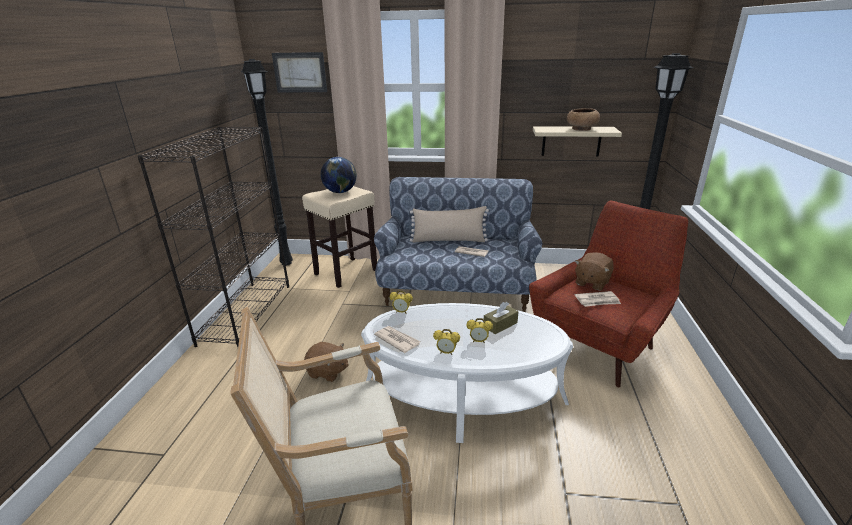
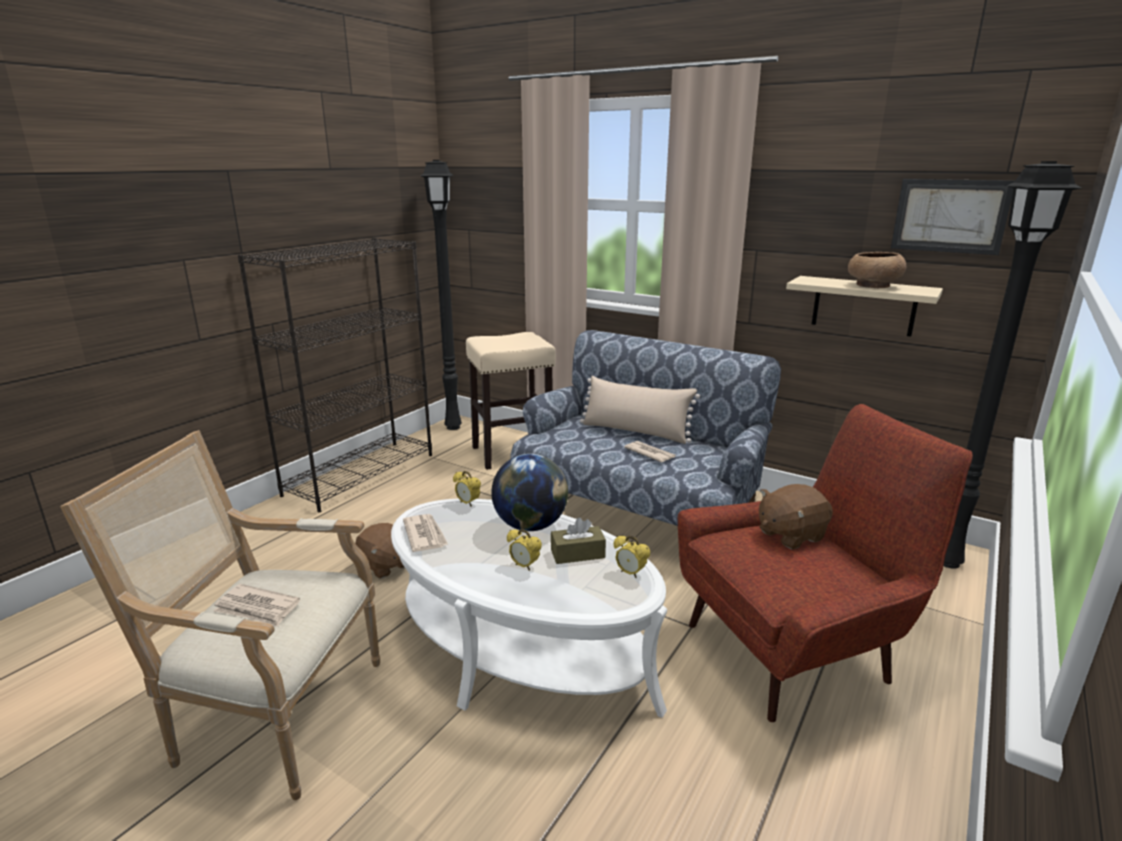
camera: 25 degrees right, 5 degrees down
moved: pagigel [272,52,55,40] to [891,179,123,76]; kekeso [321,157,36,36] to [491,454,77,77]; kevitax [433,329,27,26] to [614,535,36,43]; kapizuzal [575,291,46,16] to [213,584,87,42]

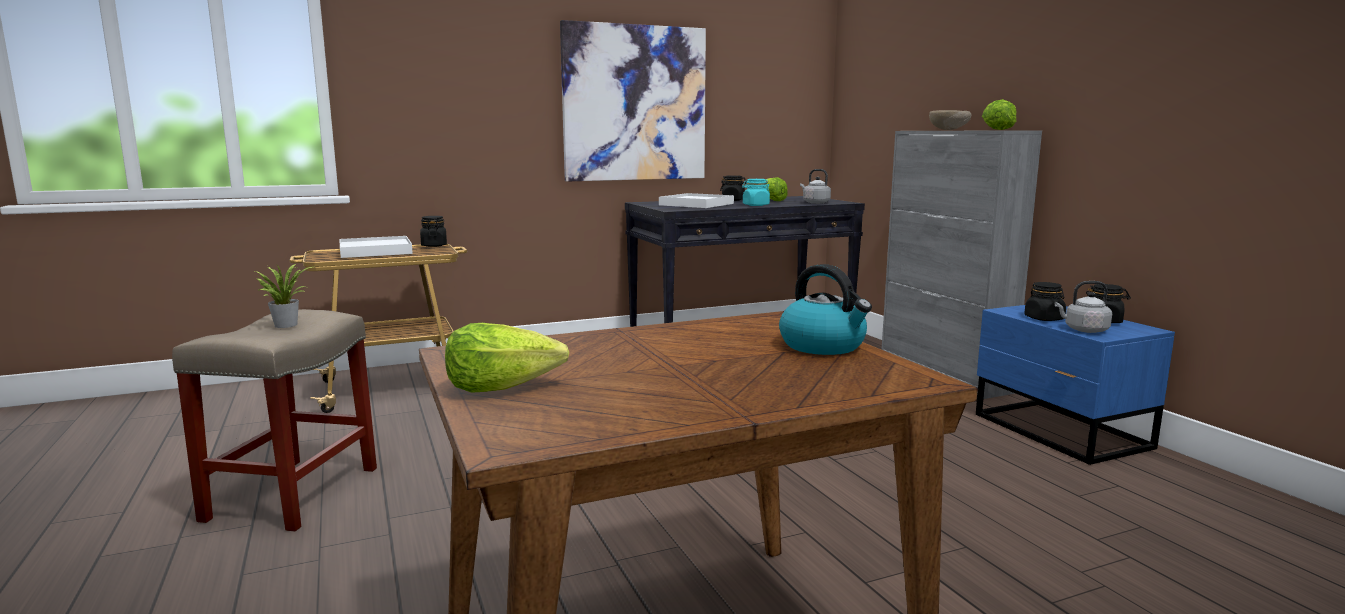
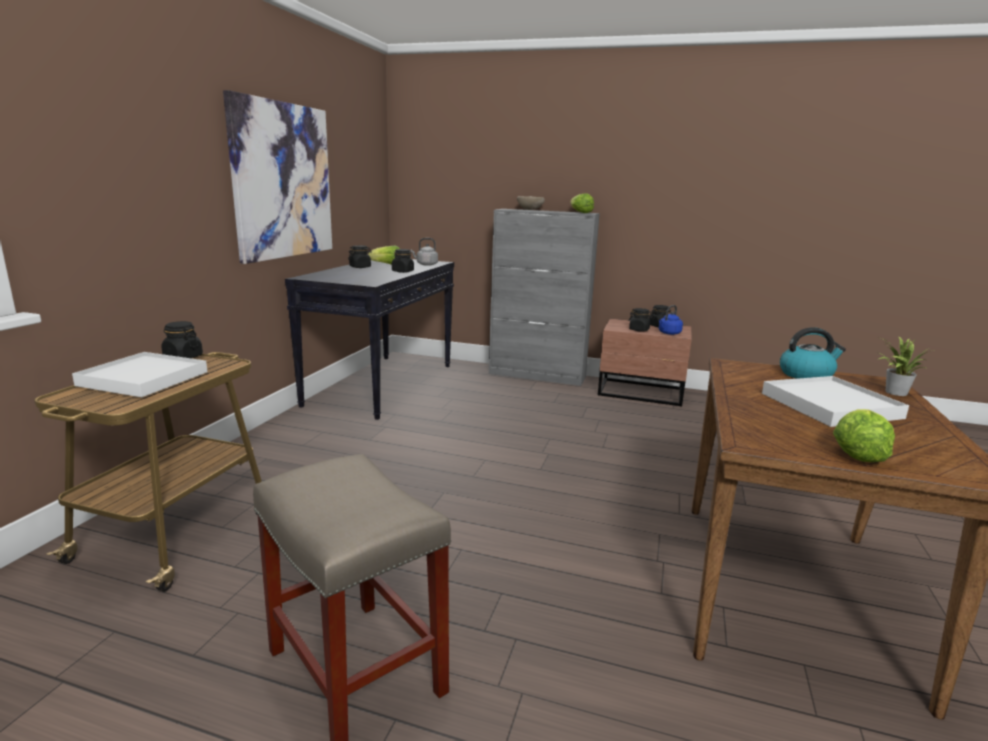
camera: 50 degrees left, 5 degrees up
moved: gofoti [255,264,57,64] to [876,336,60,60]; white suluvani [659,193,75,15] to [762,376,147,51]
recoloured: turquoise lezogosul [742,179,28,27] to black lezogosul [392,249,22,24]; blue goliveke [976,305,199,160] to brown goliveke [598,319,94,87]; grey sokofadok [1055,281,57,52] to blue sokofadok [659,305,24,30]

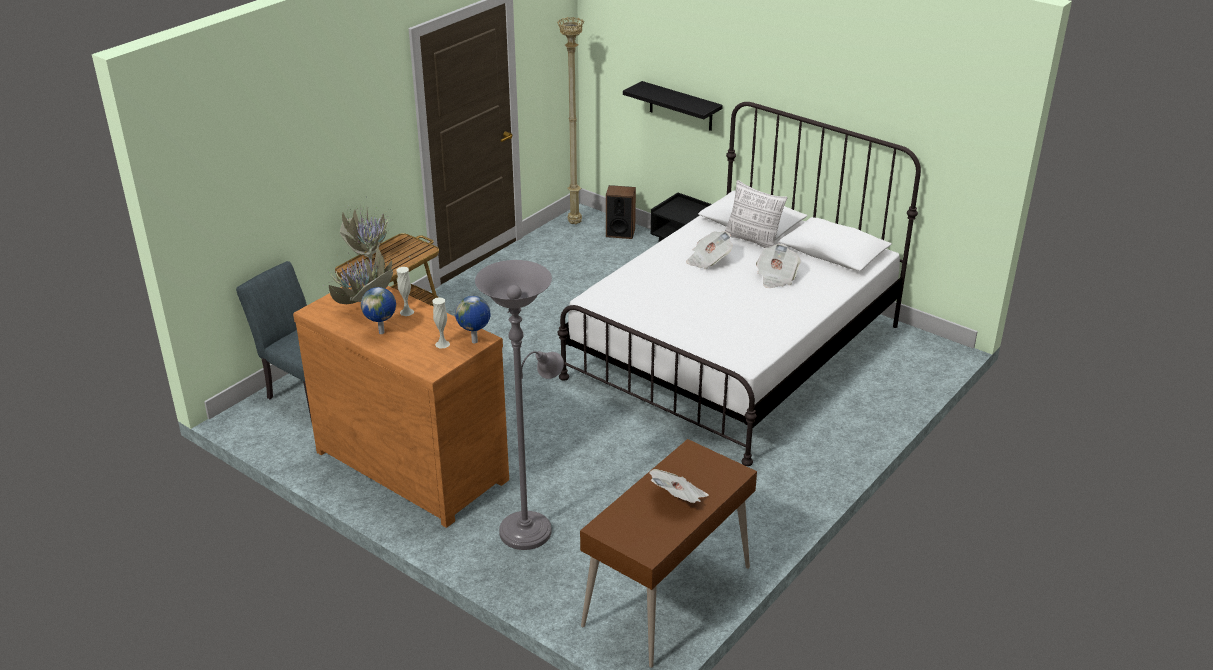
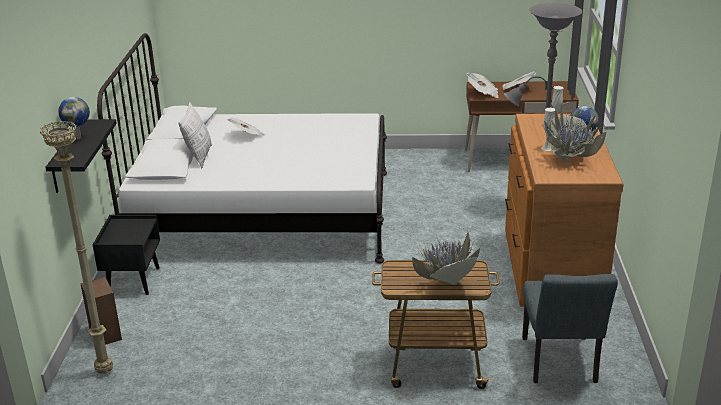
camera: 125 degrees left, 5 degrees down
moved: kekeso [455,296,35,47] to [58,97,32,42]; kapizuzal [686,231,47,38] to [467,73,31,25]

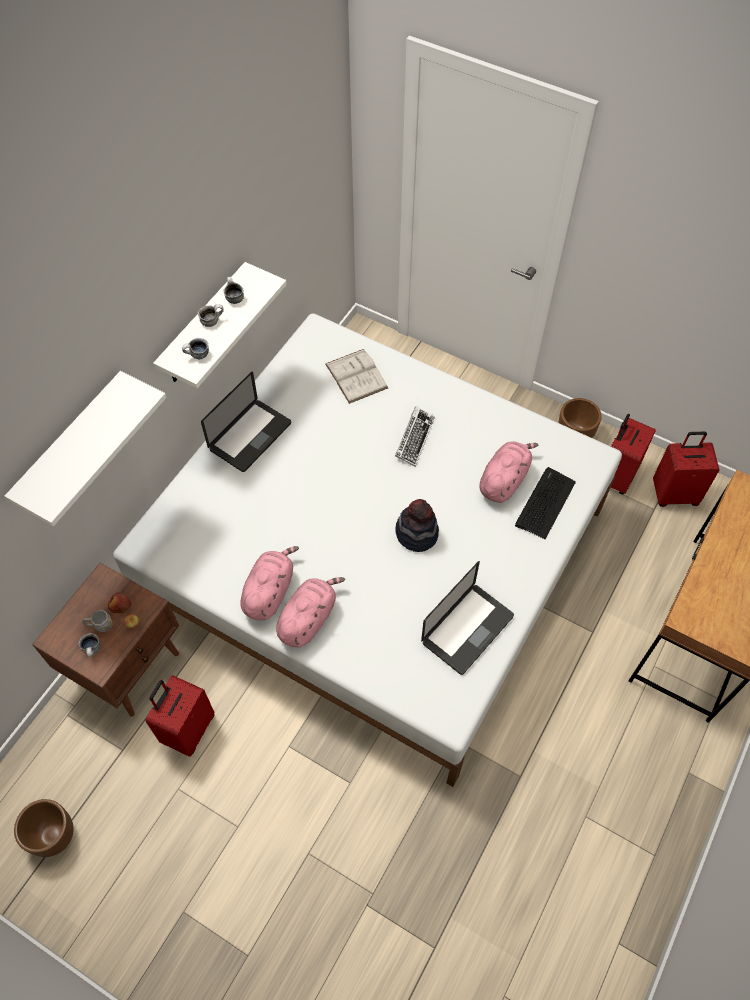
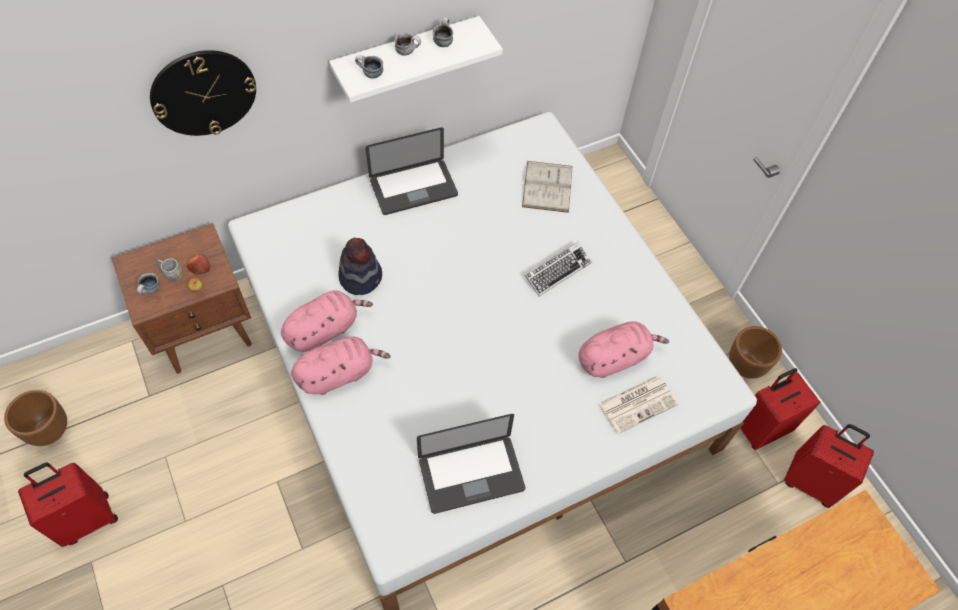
camera: 30 degrees right, 0 degrees up
moved: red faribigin [145,675,70,82] to [18,463,100,84]; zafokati [395,499,44,53] to [338,238,44,57]
replaced: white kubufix [5,371,161,155] to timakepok [150,50,106,86]; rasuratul [515,467,61,72] to kapizuzal [598,375,81,59]

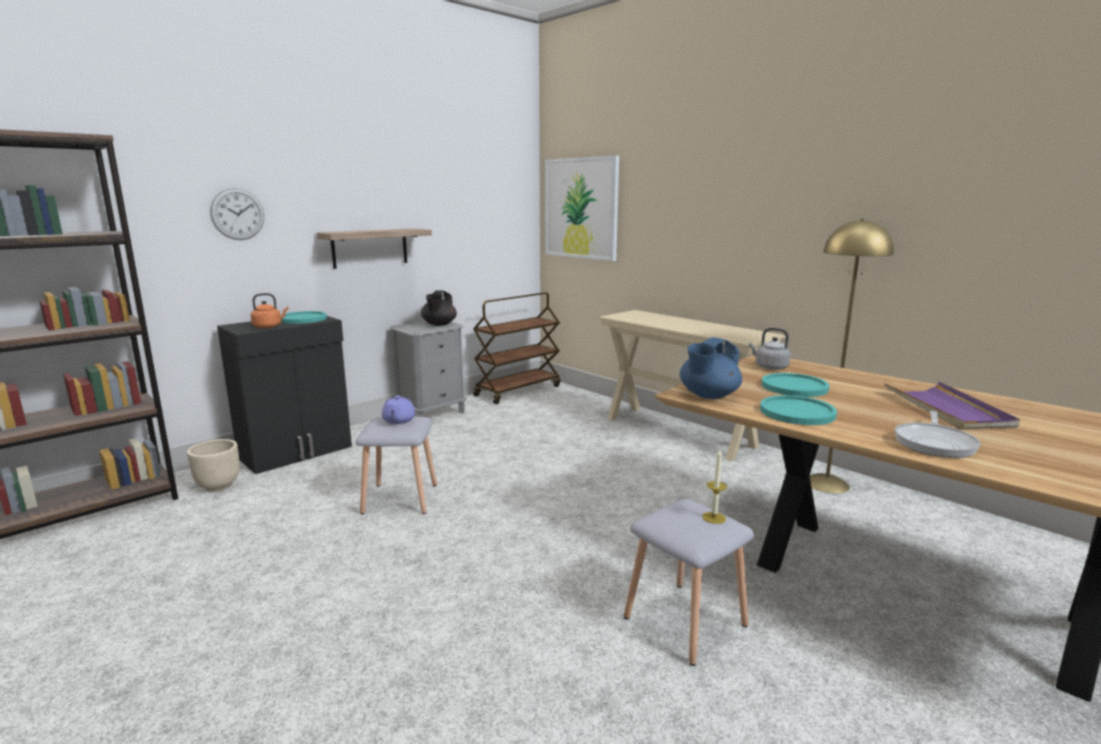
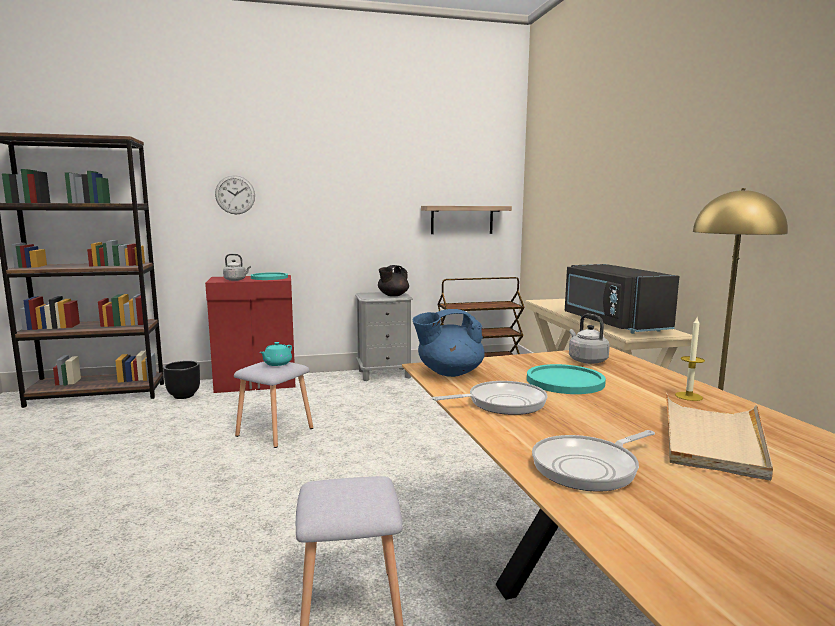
camera: 30 degrees right, 5 degrees down
removed: pagigel [545,156,74,105]
added: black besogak [565,264,114,70]
moved: kubufix [317,228,115,41] to [421,206,91,28]; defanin [702,449,25,75] to [675,318,30,83]
replaced: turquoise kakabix [760,395,77,30] to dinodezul [432,381,115,34]
recoloured: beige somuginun [187,439,53,53] to black somuginun [163,361,37,38]; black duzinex [217,316,135,158] to red duzinex [205,275,90,118]; orange sokofadok [251,293,38,35] to grey sokofadok [223,254,28,27]; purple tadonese [382,395,33,29] to turquoise tadonese [260,342,32,24]; purple suluvani [884,382,136,48] to beige suluvani [666,393,107,88]

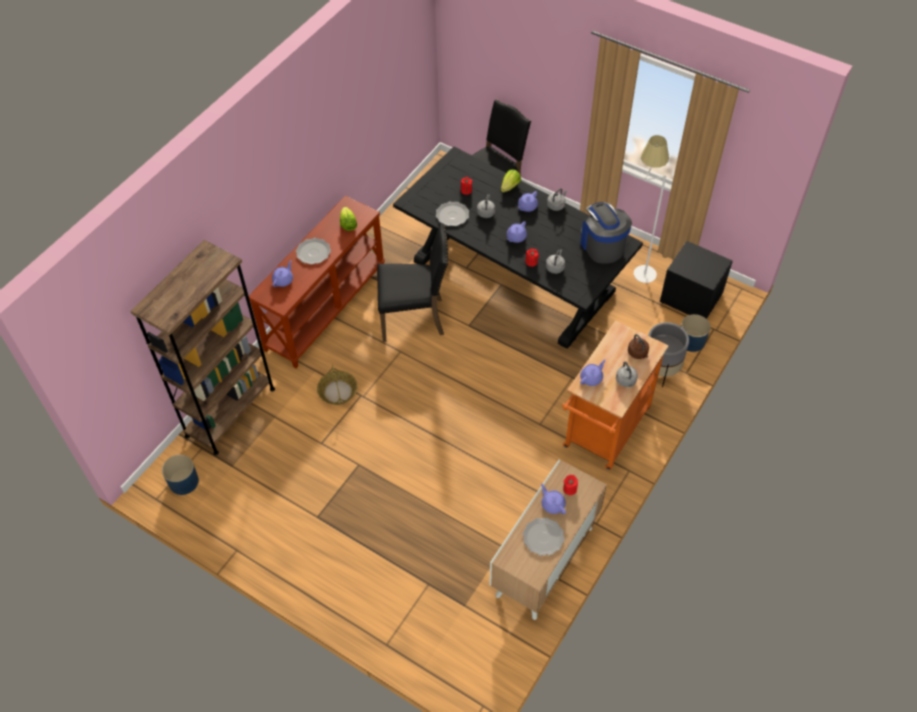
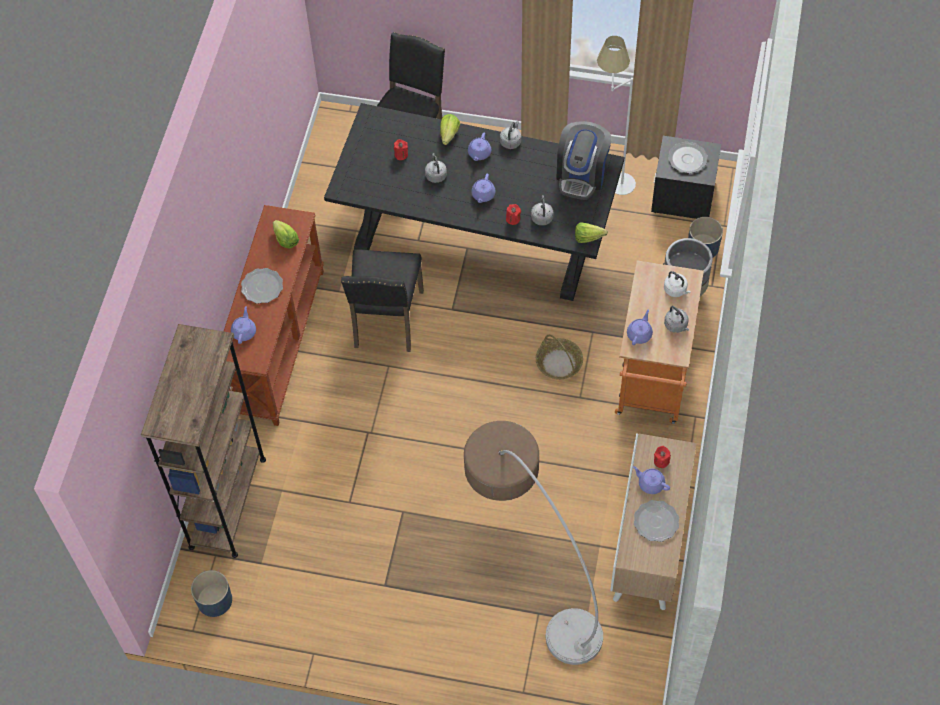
camera: 20 degrees left, 5 degrees up
added: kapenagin [464,421,139,244]; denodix [575,223,33,20]
moved: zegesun [317,364,40,41] to [536,335,47,44]; kakabix [436,201,33,25] to [668,142,40,32]
recoloured: brown sokofadok [628,334,21,25] to white sokofadok [664,271,27,26]
turned: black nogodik [377,225,71,117] = [341,249,83,103] 120 degrees clockwise; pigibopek [580,202,52,62] = [557,121,54,79] 120 degrees counterclockwise

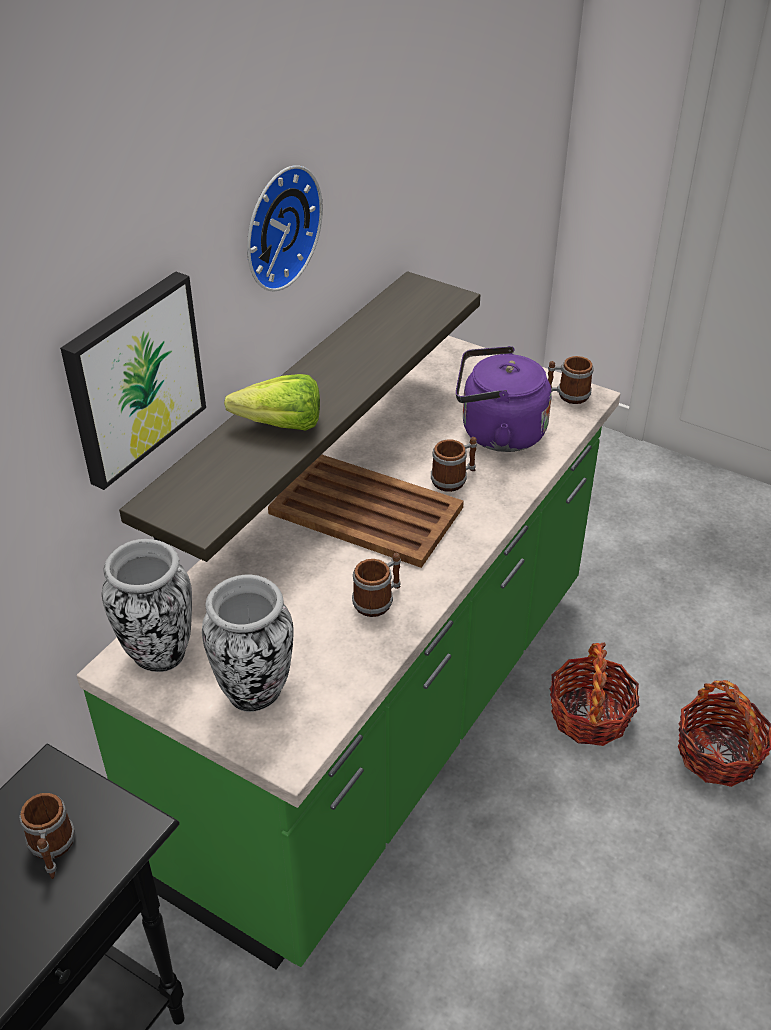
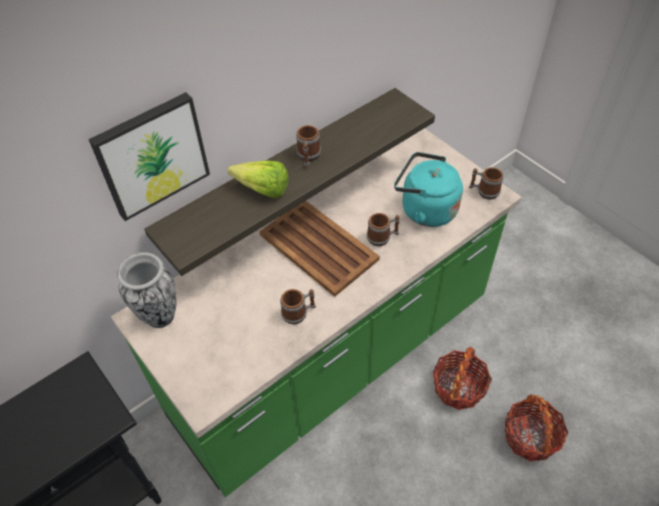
camera: 20 degrees right, 10 degrees up
removed: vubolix [202,575,92,137]; timakepok [247,165,76,126]
moved: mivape [19,793,56,86] to [296,125,25,44]
recoloured: purple sokofadok [456,346,96,106] to turquoise sokofadok [394,152,69,75]

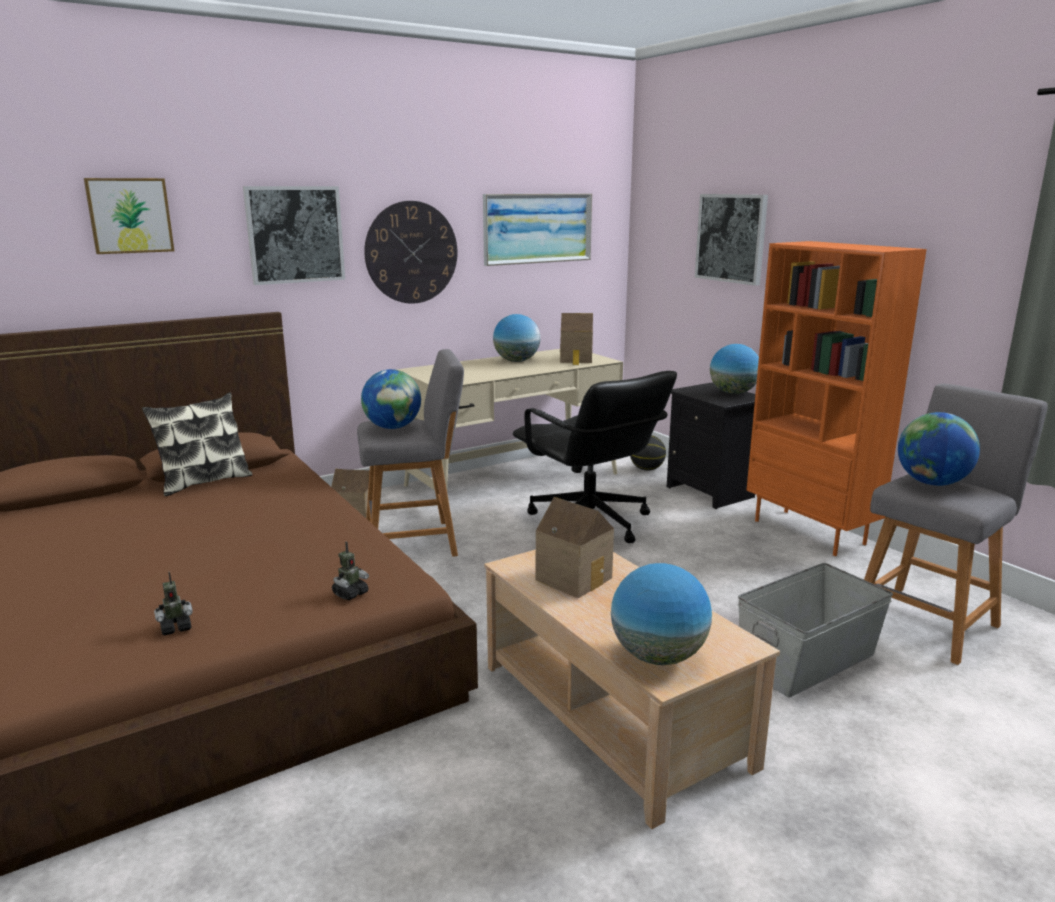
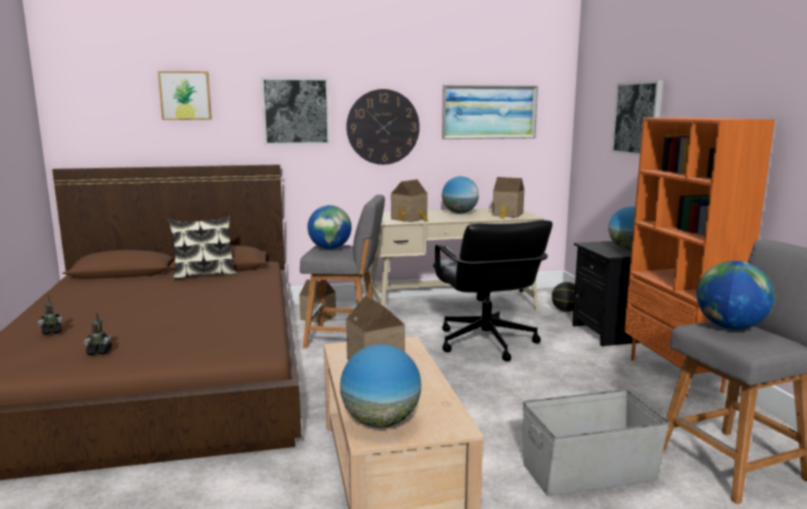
camera: 20 degrees right, 5 degrees down
added: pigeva [391,179,37,43]
moved: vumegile [332,542,37,58] to [38,295,25,40]

